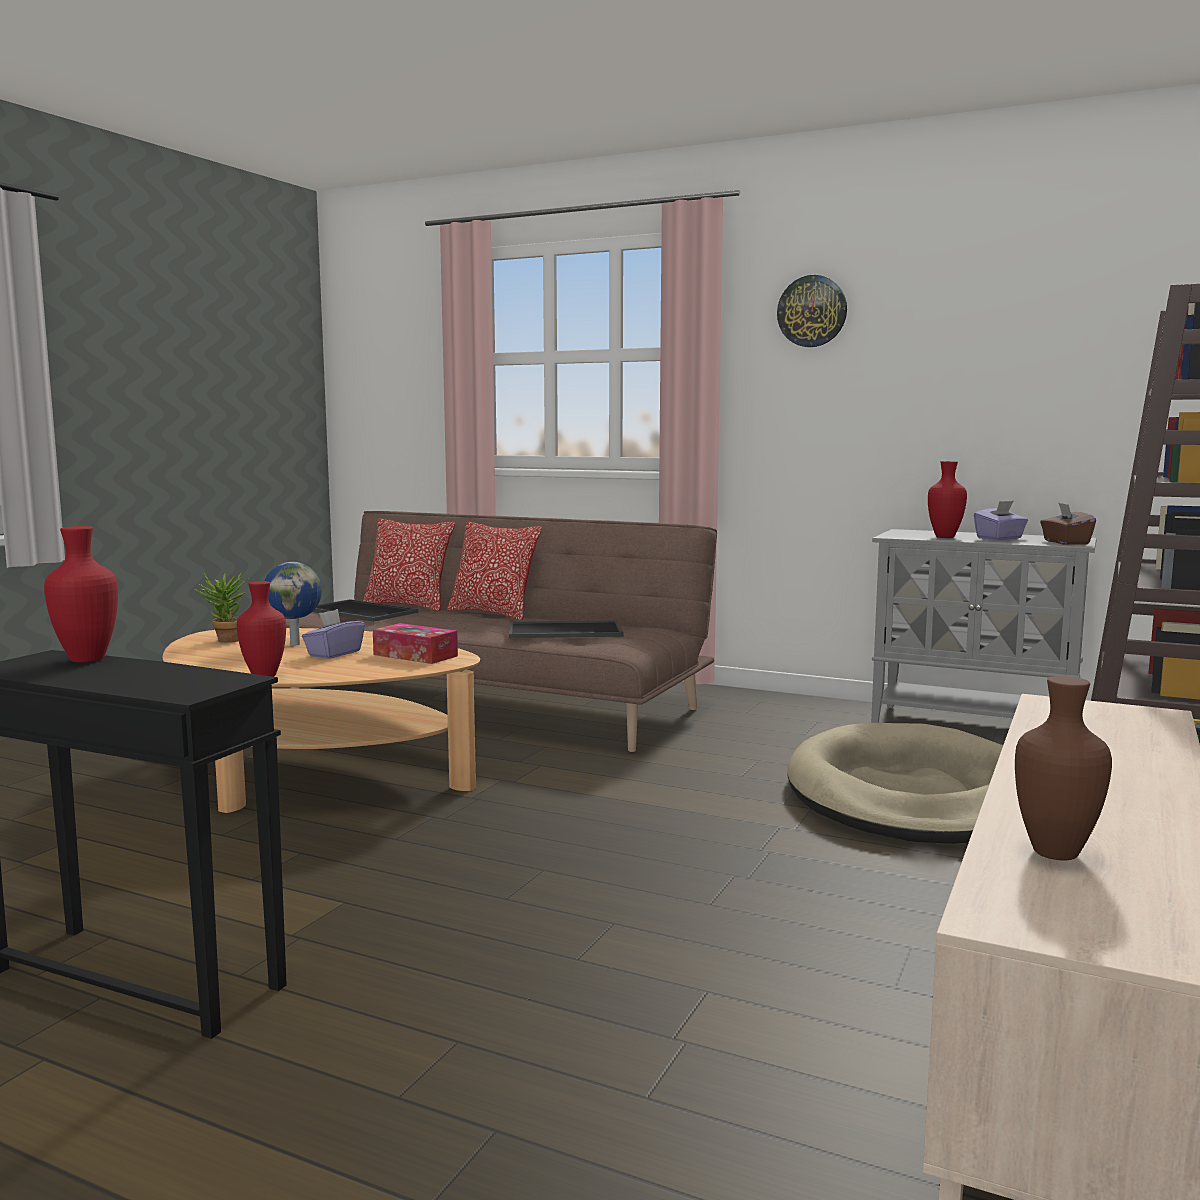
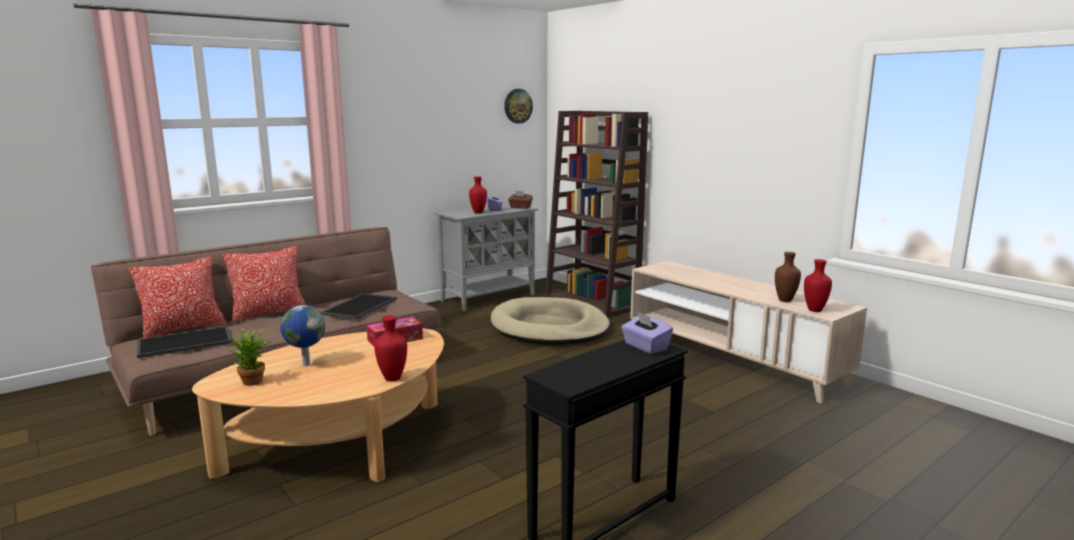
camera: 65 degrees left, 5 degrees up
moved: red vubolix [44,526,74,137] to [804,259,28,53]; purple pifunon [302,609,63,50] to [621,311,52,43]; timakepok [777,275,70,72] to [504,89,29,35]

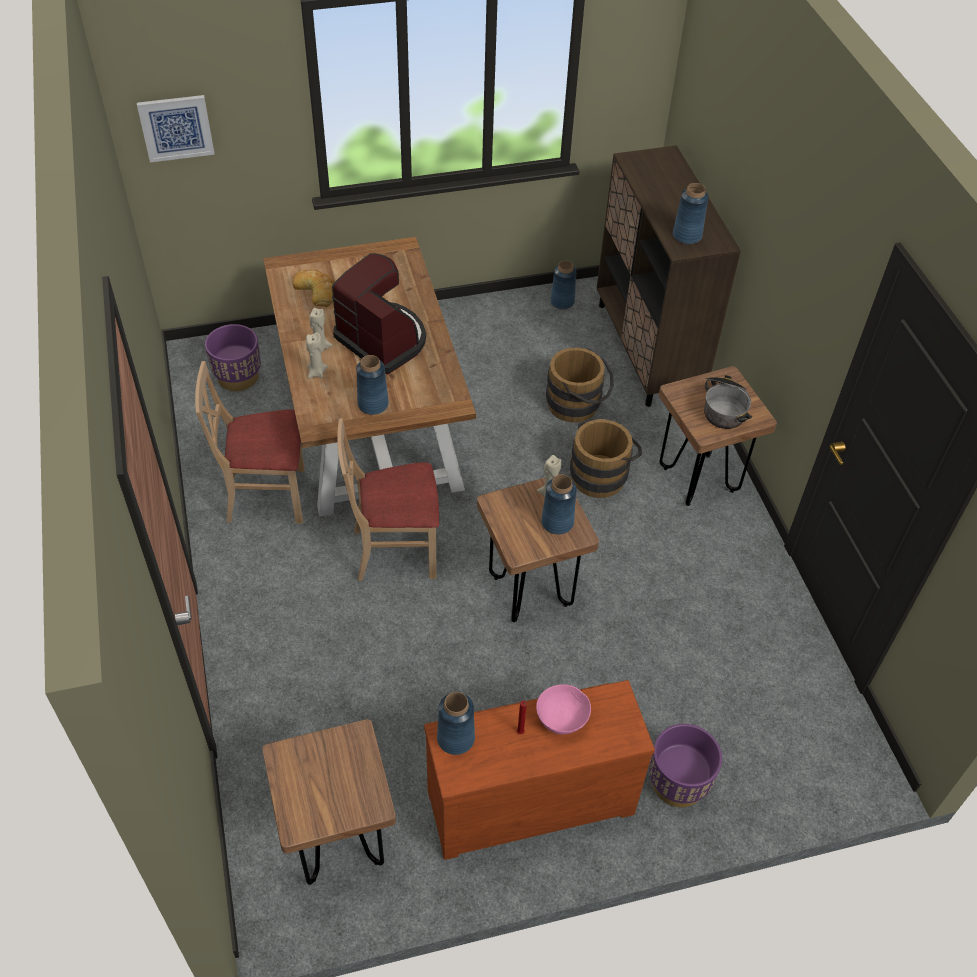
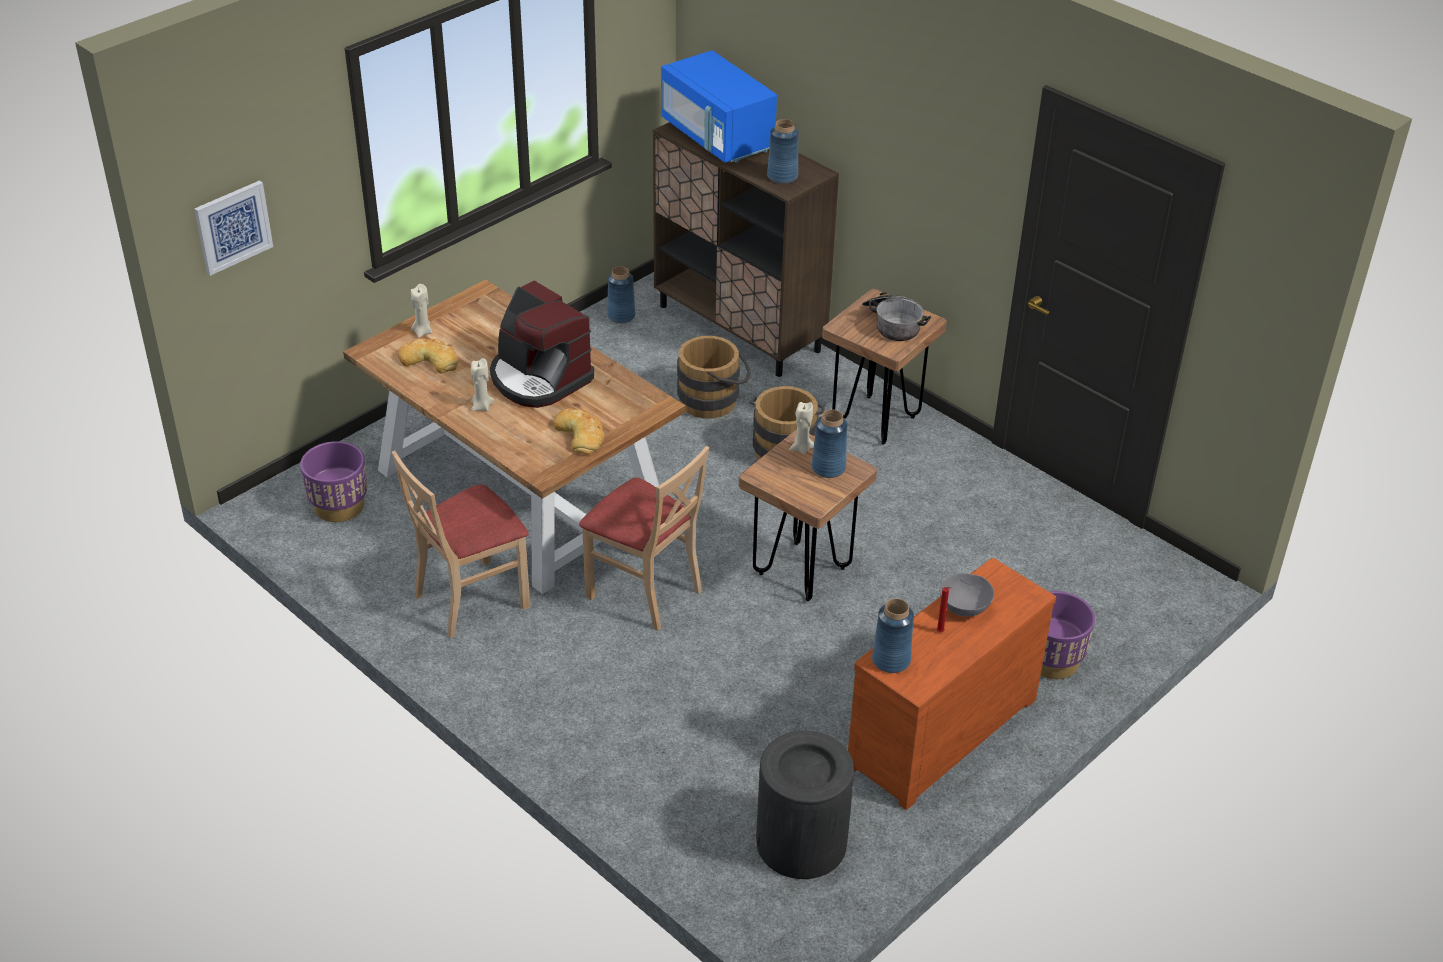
camera: 30 degrees left, 10 degrees down
added: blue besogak [661,50,116,113]
moved: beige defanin [306,332,22,46] to [411,284,21,54]
replaced: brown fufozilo [262,719,134,166] to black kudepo [756,731,98,148]; blue vubolix [356,355,33,60] to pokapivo [554,408,51,47]
recoloured: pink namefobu [536,684,55,51] to grey namefobu [940,573,54,44]
turned: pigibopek [332,253,94,121] = [490,280,104,128] 150 degrees counterclockwise; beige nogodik [337,418,102,163] = [579,446,130,185] 105 degrees counterclockwise

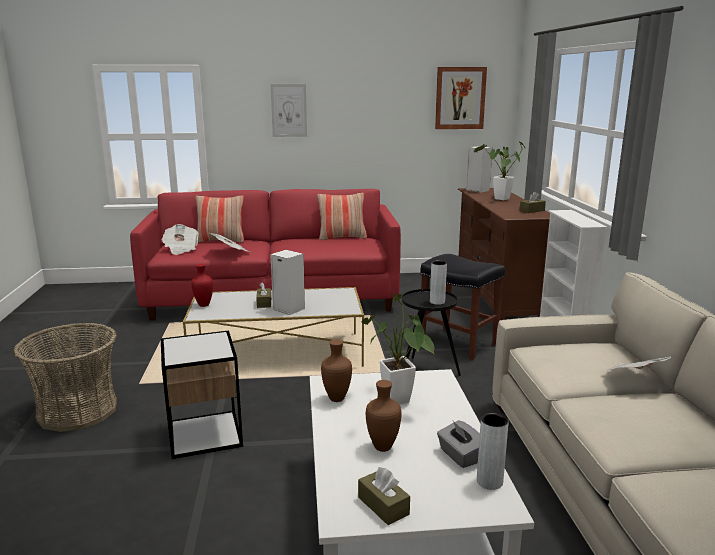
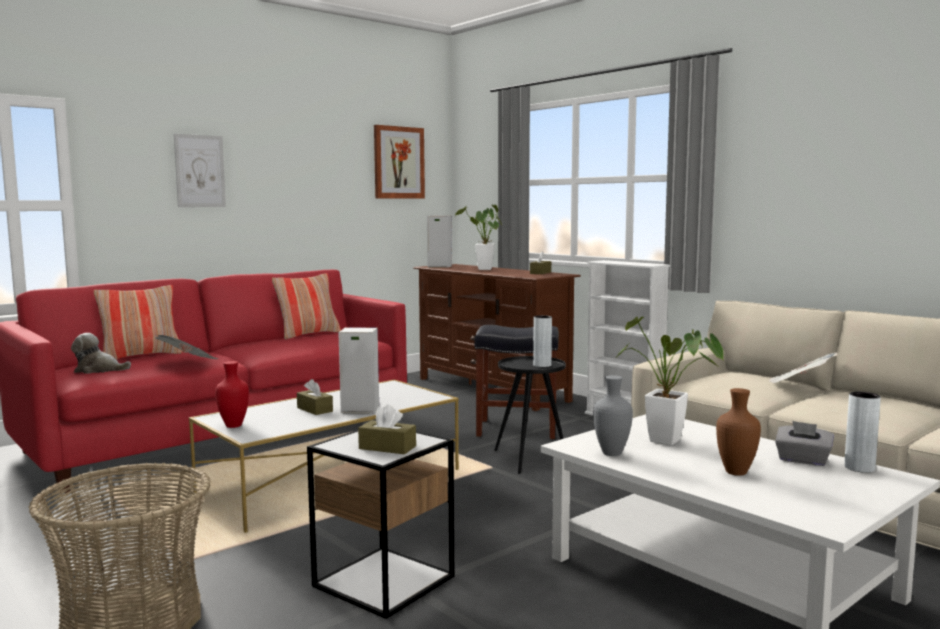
camera: 35 degrees left, 10 degrees down
moved: brown pifunon [358,467,52,58] to [358,404,58,50]
replaced: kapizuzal [161,224,38,31] to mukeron [71,333,60,41]
recoloured: brown vubolix [321,339,31,63] to grey vubolix [593,375,40,81]

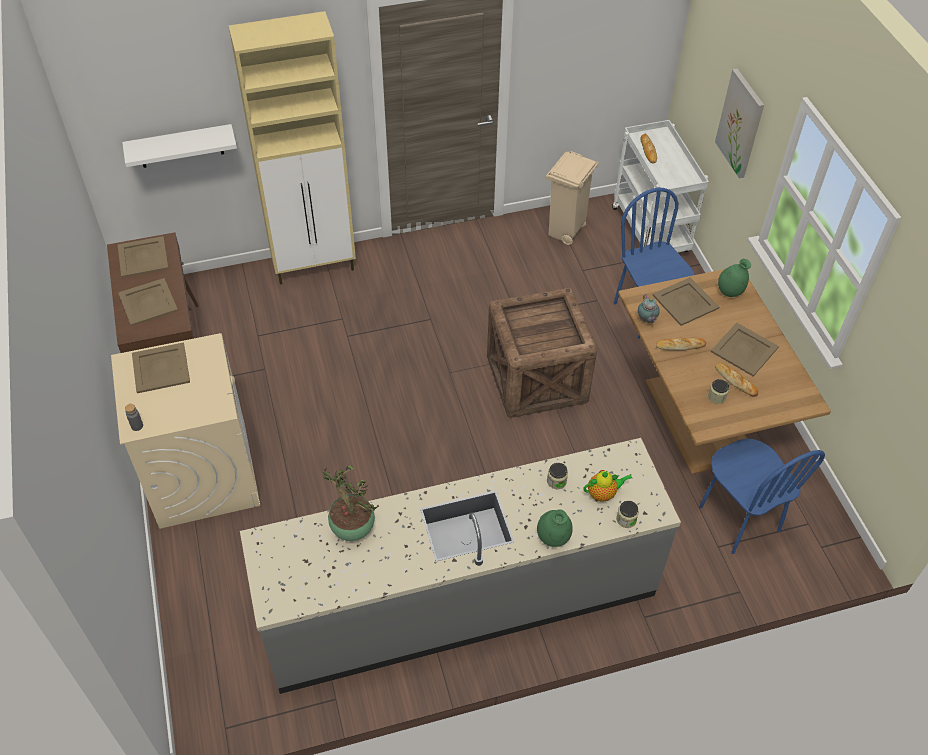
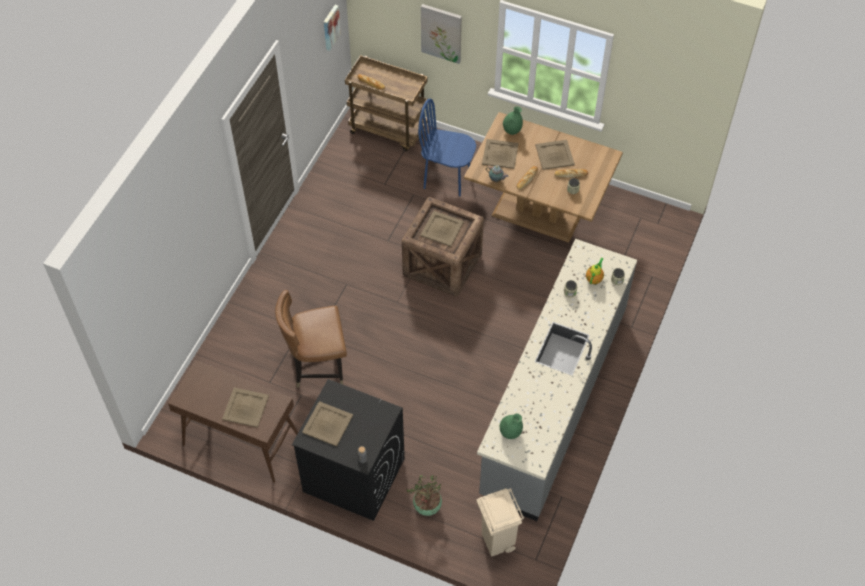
camera: 50 degrees left, 5 degrees up
removed: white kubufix [122,124,115,44]; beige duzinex [229,11,127,274]; blue nogodik [699,439,126,115]
added: brown nogodik [275,290,72,98]; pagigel [324,5,17,46]
moved: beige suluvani [118,236,51,42] to [420,211,44,36]; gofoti [323,465,54,76] to [407,475,35,41]; green vubolix [537,509,36,38] to [500,414,23,25]; beige kudepo [546,151,53,94] to [476,488,48,69]
recoloured: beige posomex [111,333,149,196] to black posomex [292,379,113,142]; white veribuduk [612,120,97,132] to brown veribuduk [345,55,83,96]

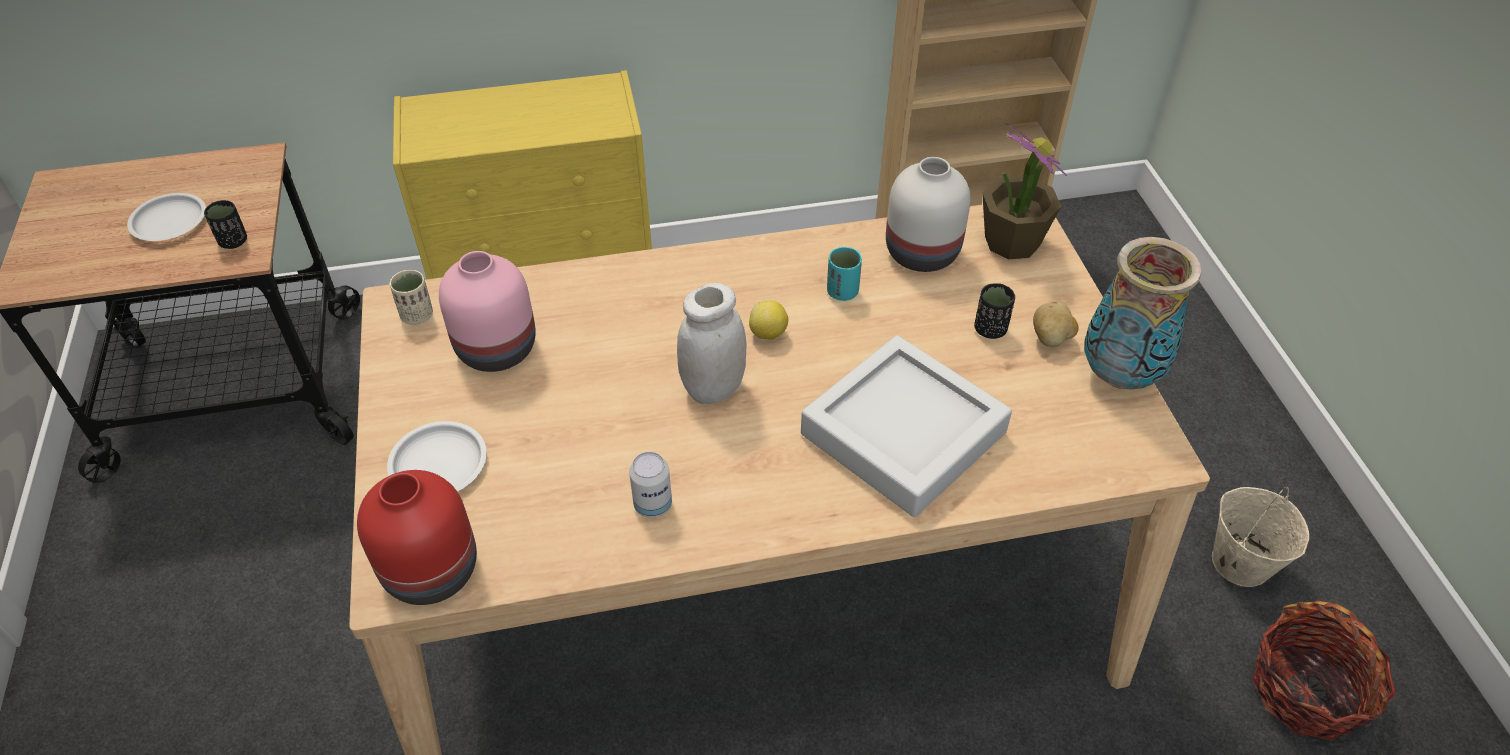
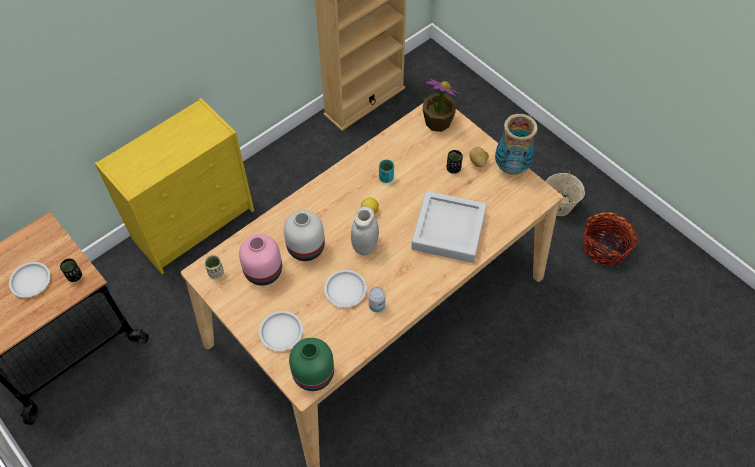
camera: 30 degrees left, 10 degrees up
added: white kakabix [324,270,43,37]
moved: white vubolix [886,157,85,115] to [284,210,41,51]
recoloured: red vubolix [357,470,120,135] to green vubolix [289,338,45,53]

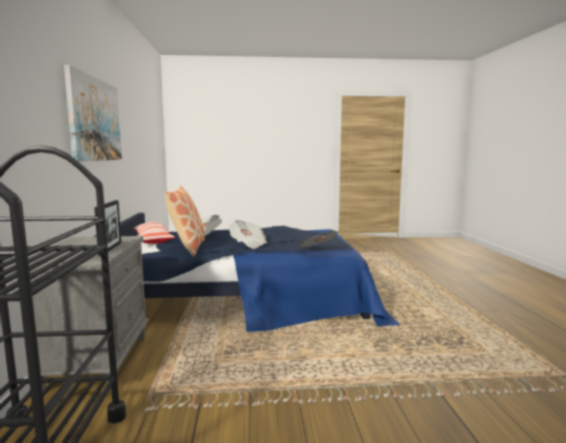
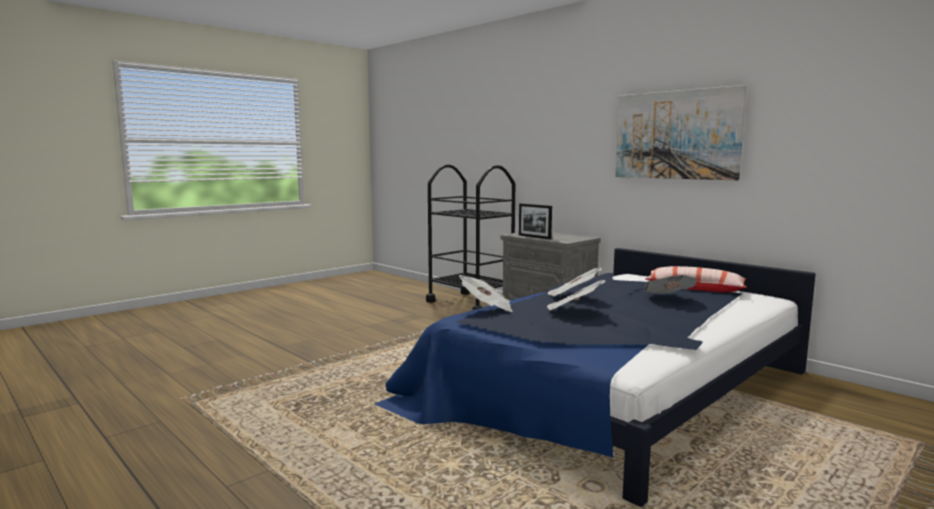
camera: 140 degrees right, 0 degrees up
removed: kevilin [165,186,40,71]
added: kapizuzal [547,280,58,31]

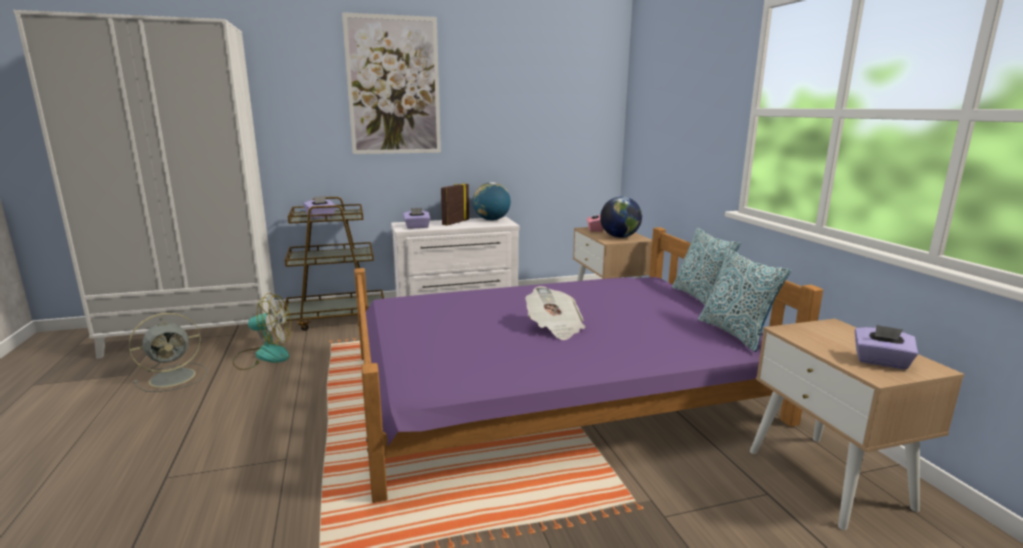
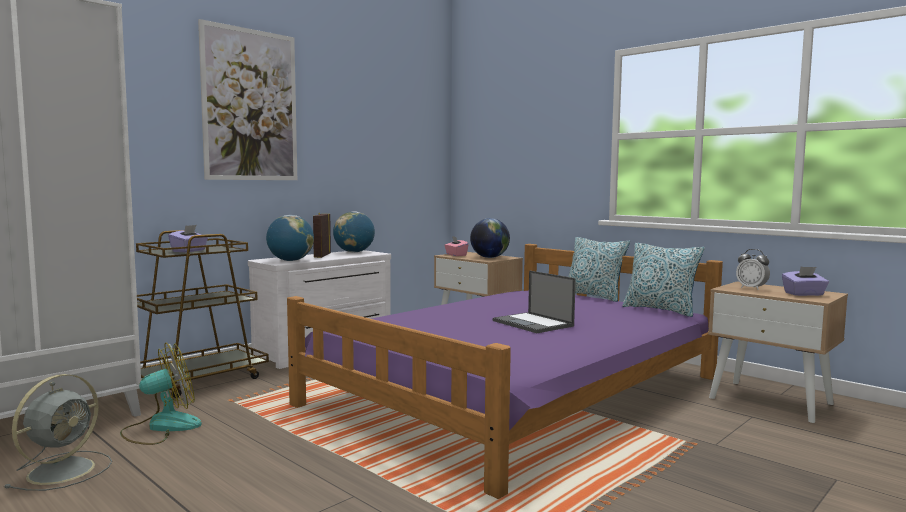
camera: 30 degrees left, 10 degrees down
added: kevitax [736,249,34,41]
replaced: purple pifunon [403,208,27,21] to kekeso [266,215,48,46]; kapizuzal [525,286,60,54] to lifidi [493,270,83,63]

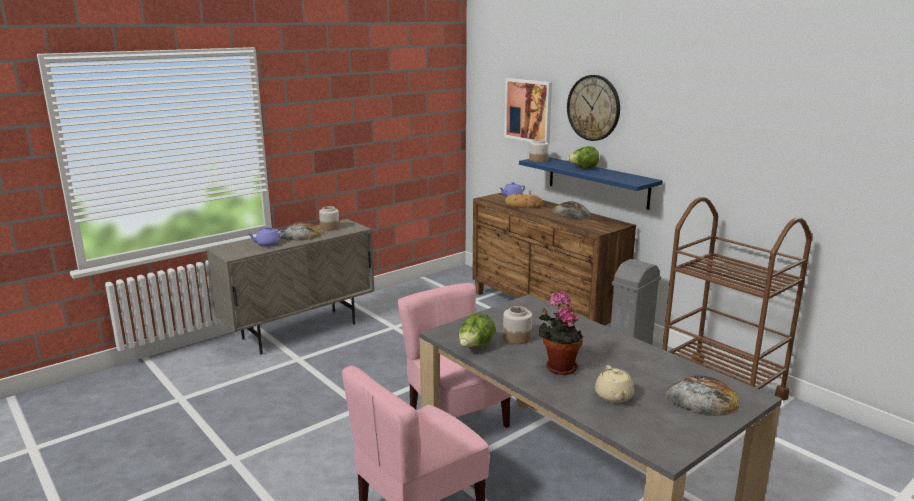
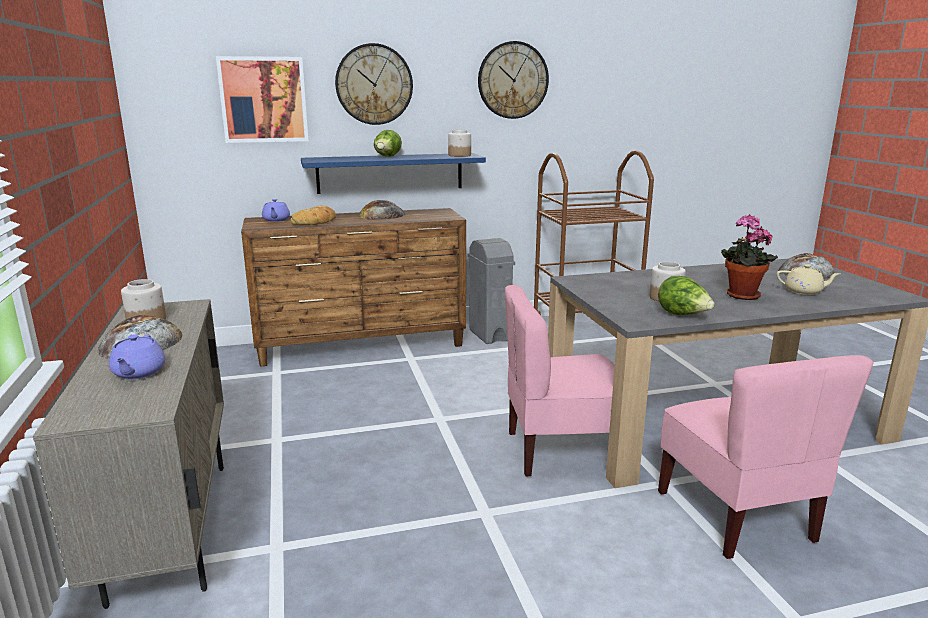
camera: 65 degrees left, 0 degrees up
added: timakepok [478,41,71,78]
moved: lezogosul [529,139,20,23] to [448,129,23,28]

